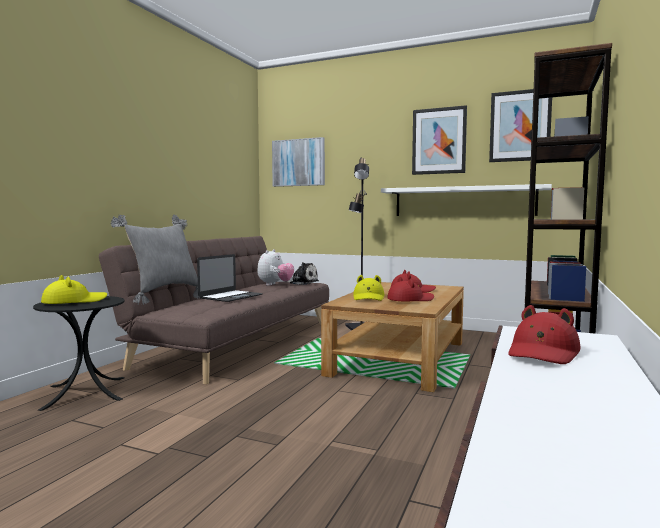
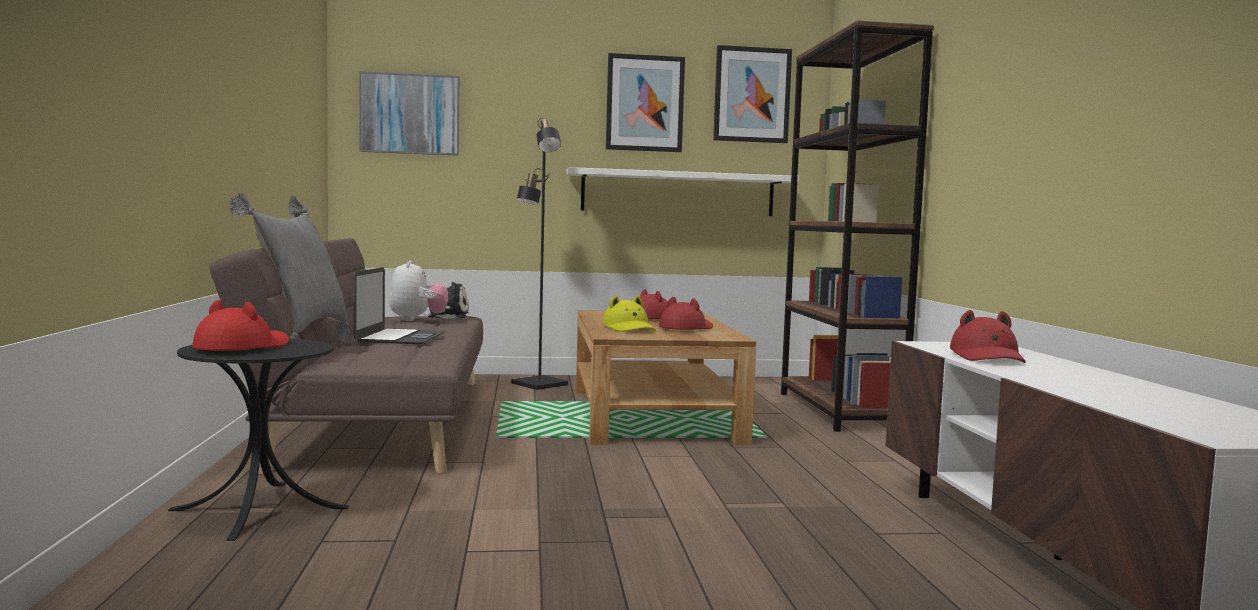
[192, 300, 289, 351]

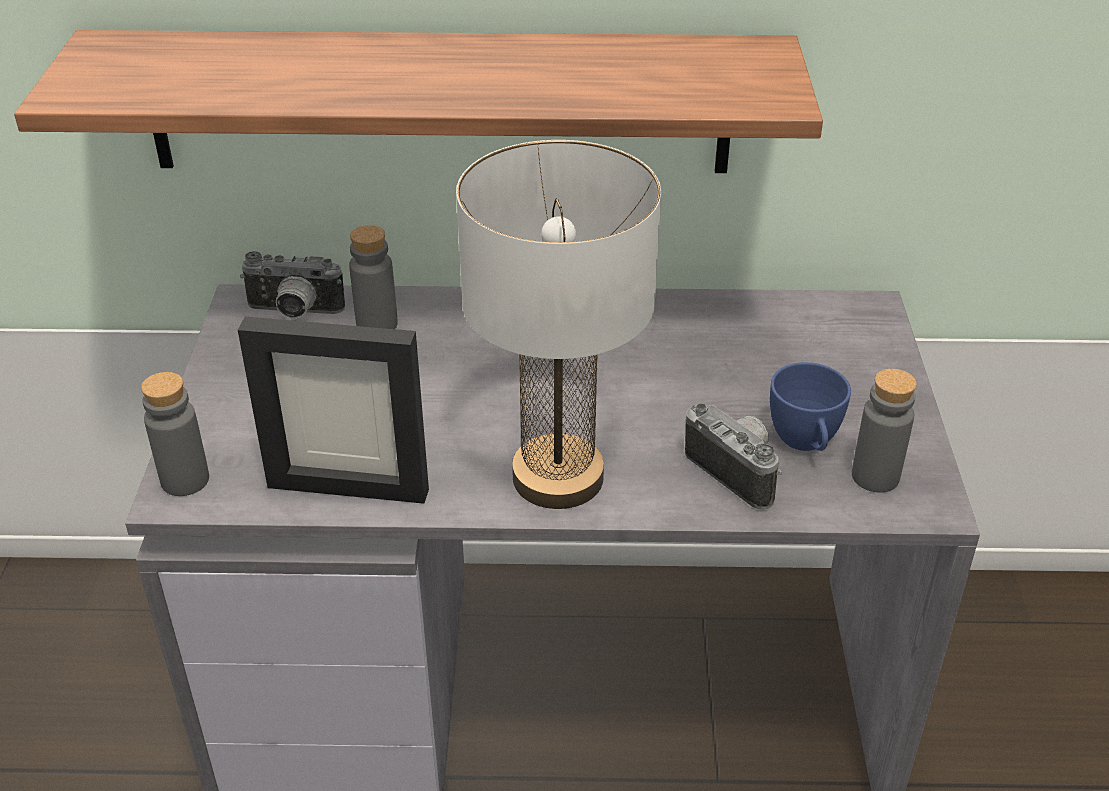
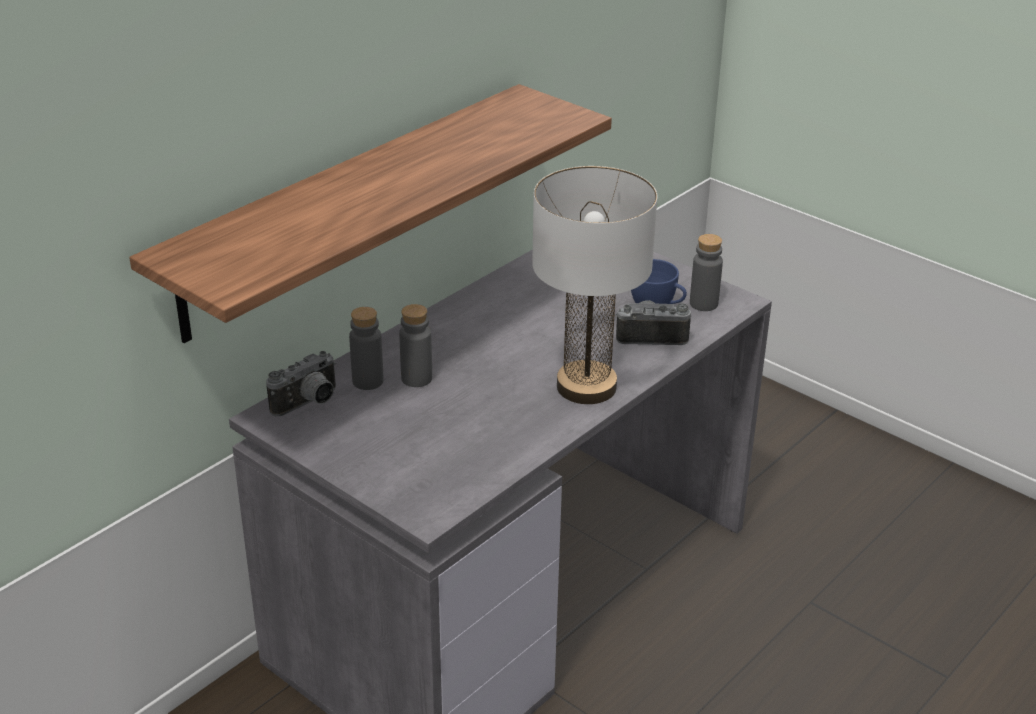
[238, 317, 429, 504] (first image)
[399, 304, 432, 387]

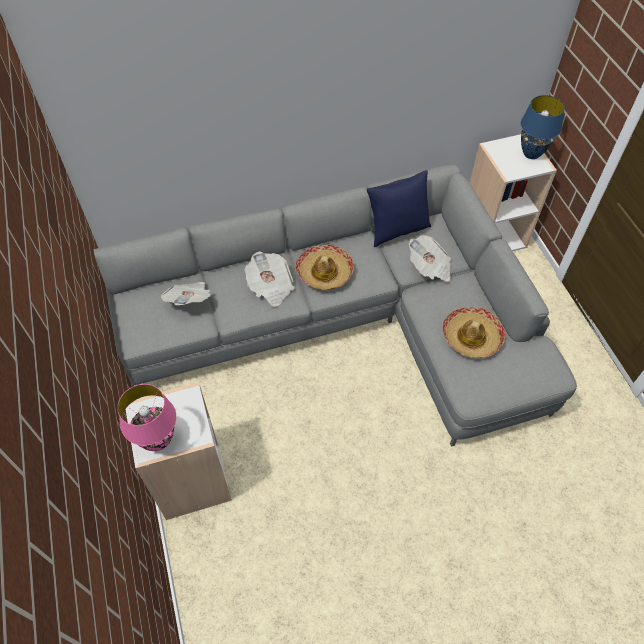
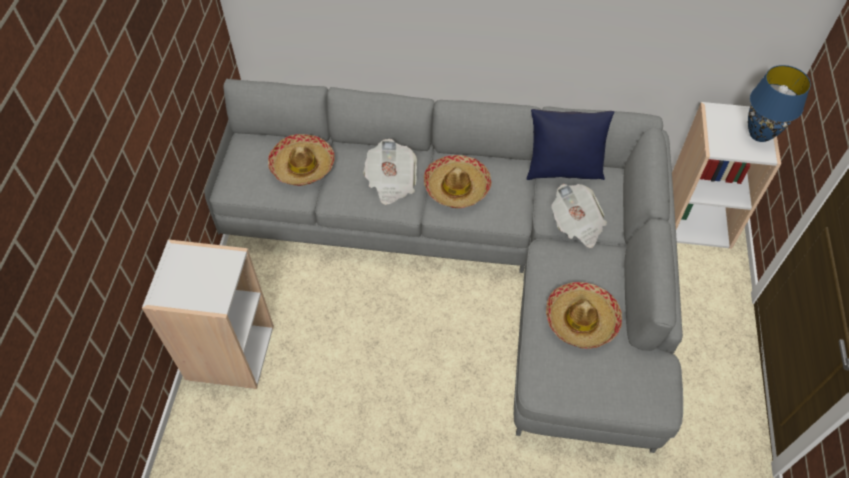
[117, 384, 176, 451] (first image)
[268, 134, 335, 186]

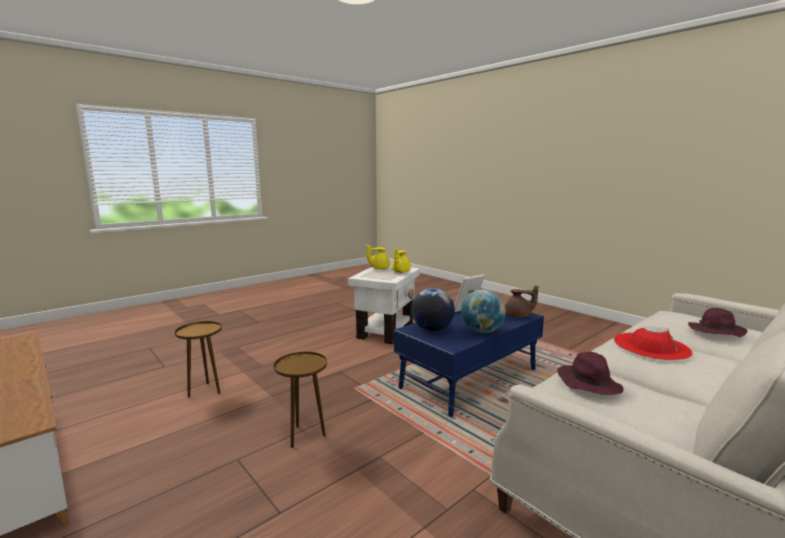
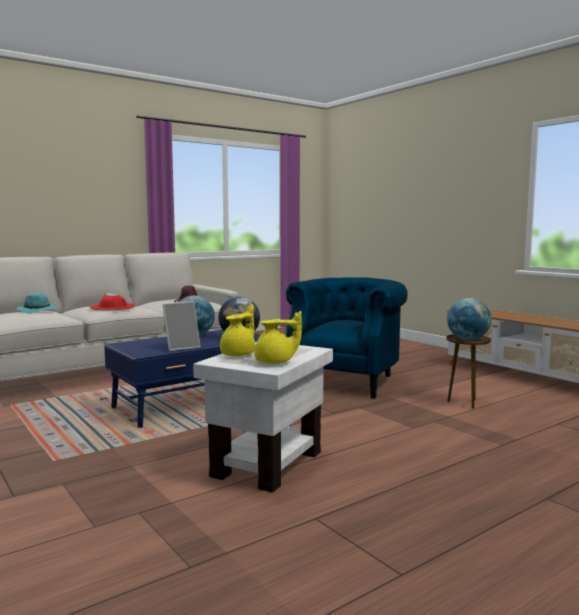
[505, 286, 538, 318] (first image)
[447, 298, 491, 340]
[286, 277, 408, 399]
[16, 293, 57, 313]

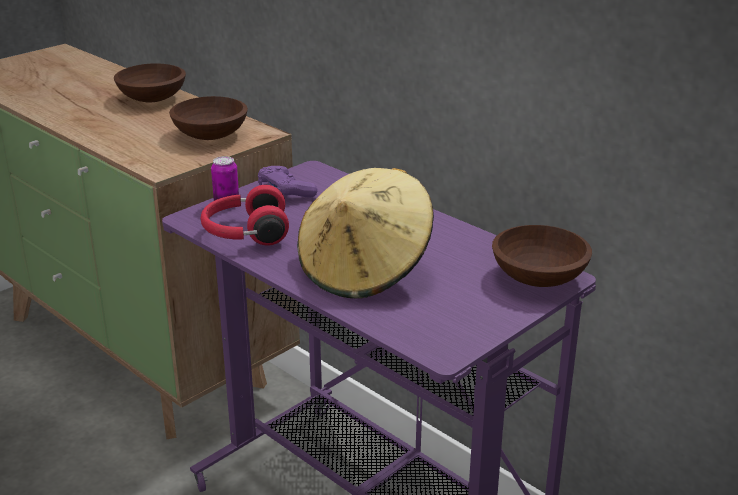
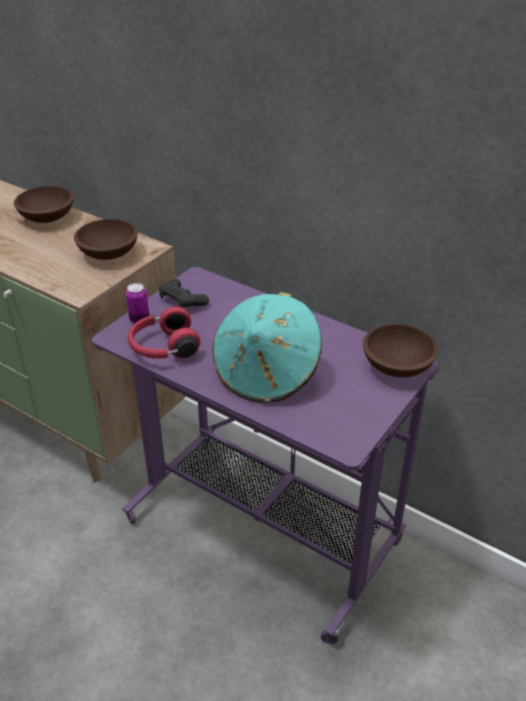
[159, 279, 209, 308]
[213, 292, 322, 403]

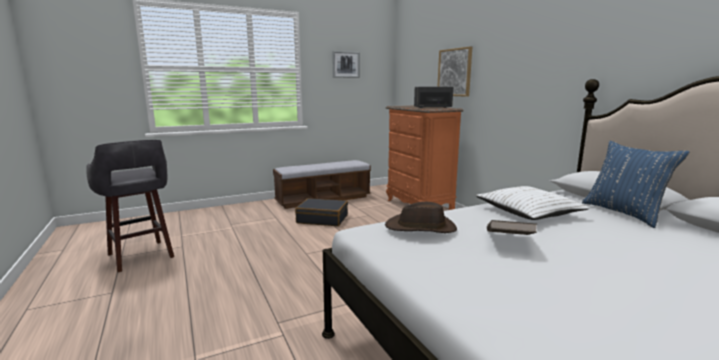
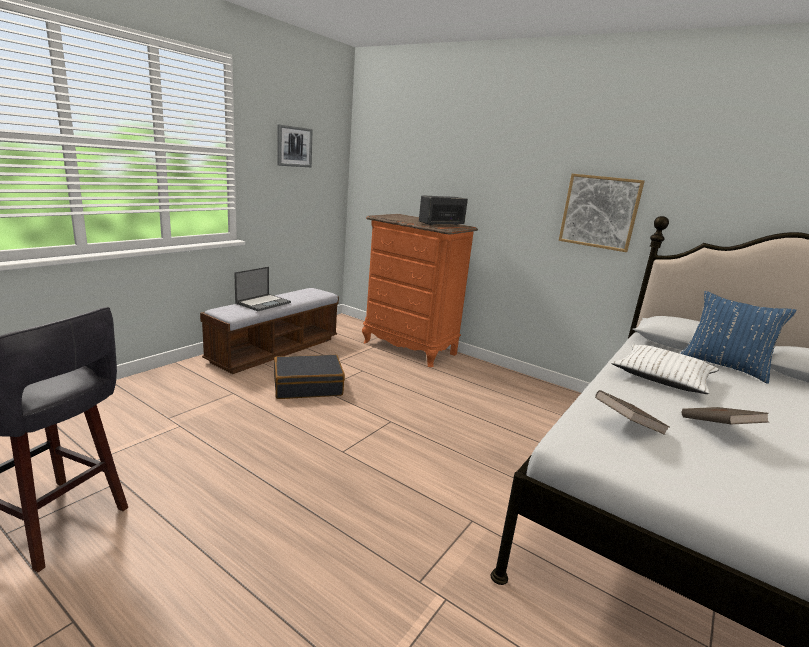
[234, 267, 291, 311]
[559, 174, 645, 252]
[595, 390, 670, 435]

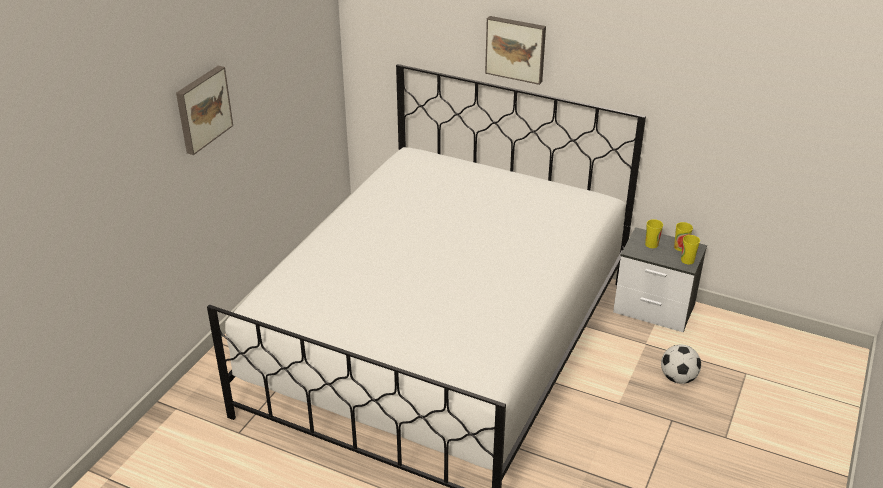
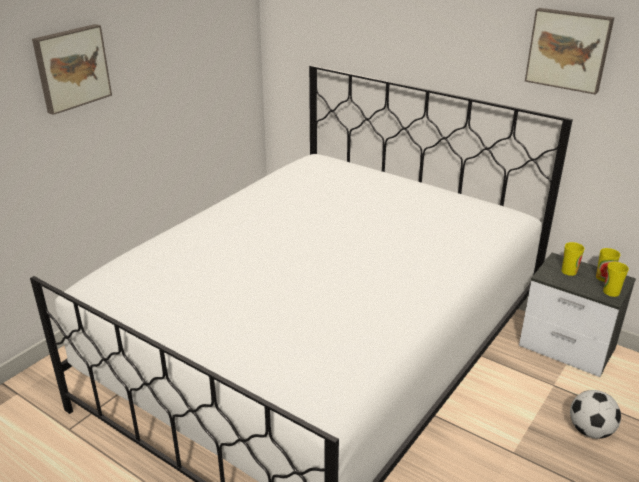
[525, 8, 614, 95]

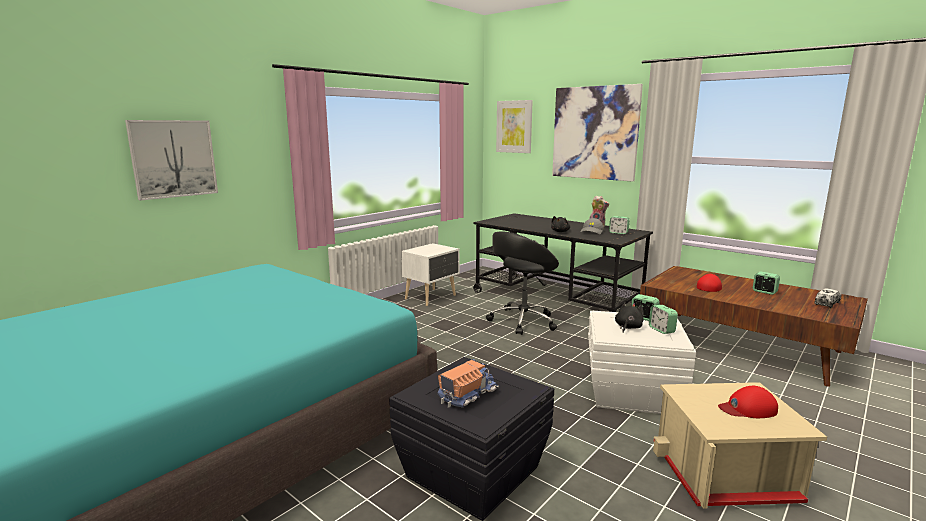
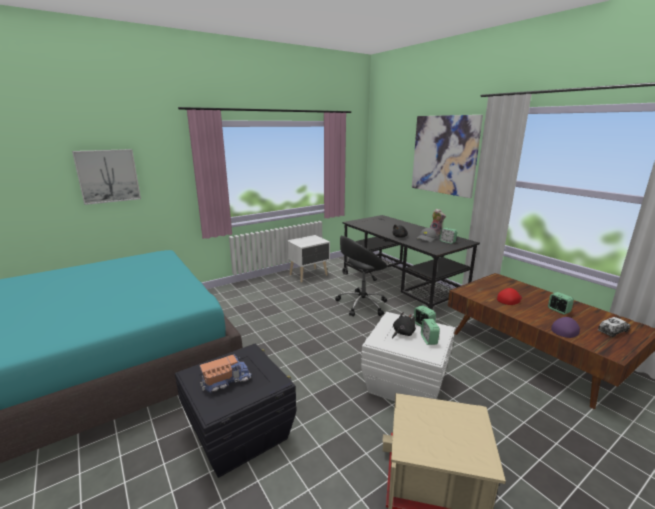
[496, 100, 533, 153] (first image)
[718, 386, 778, 418] (first image)
[551, 317, 580, 338]

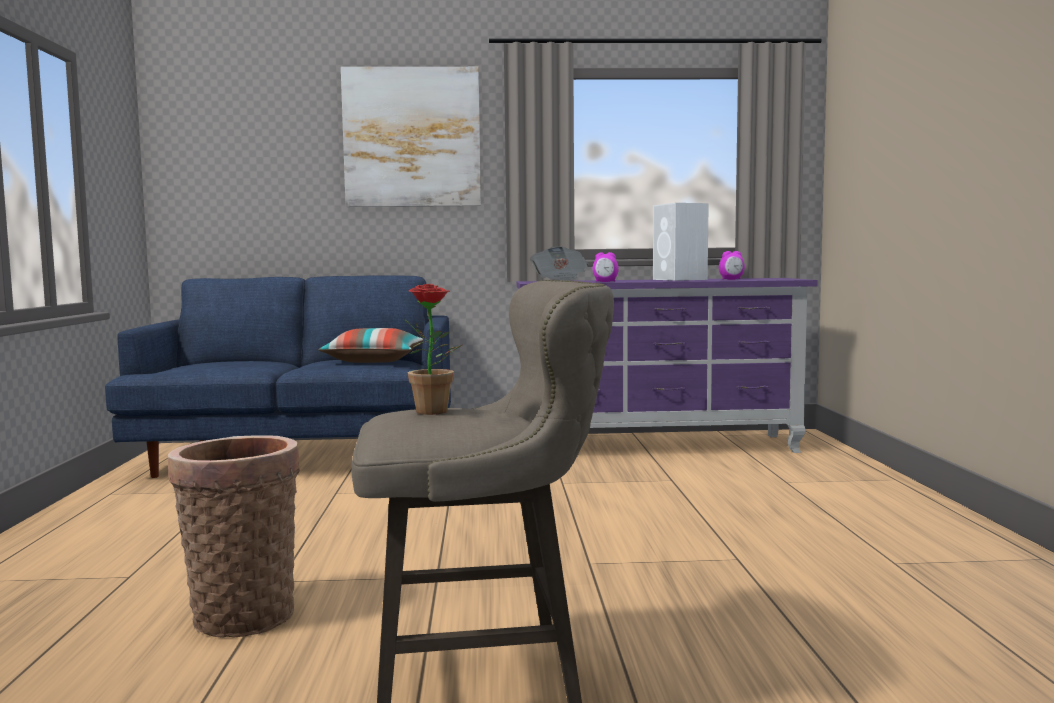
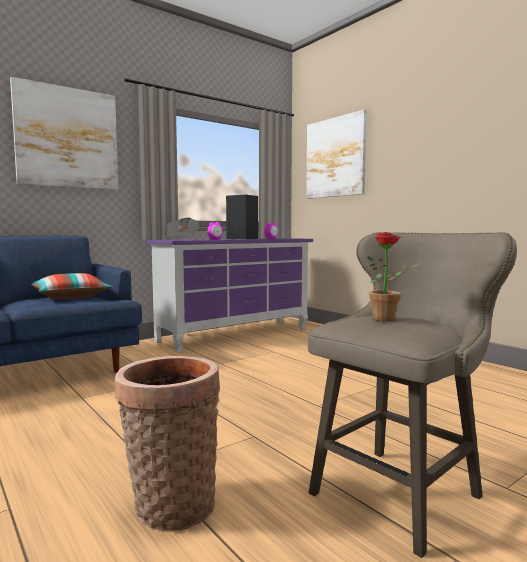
[306, 110, 367, 199]
[226, 195, 258, 239]

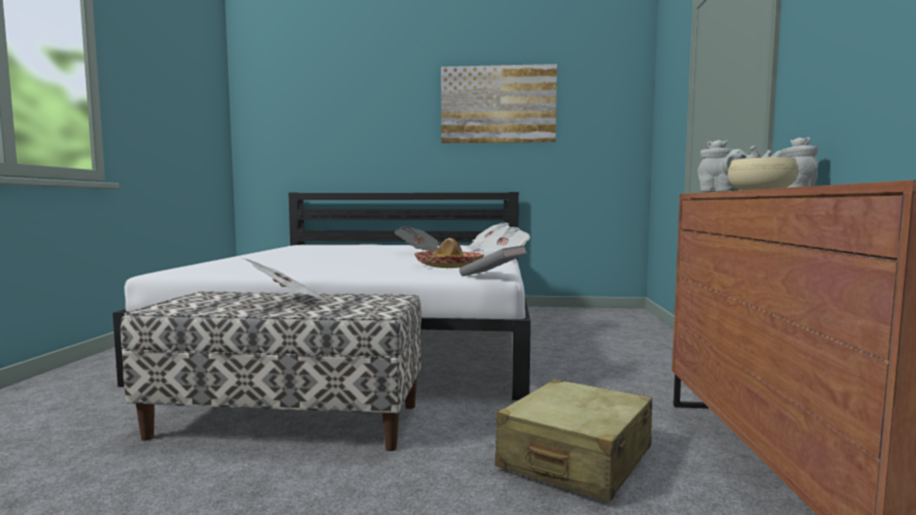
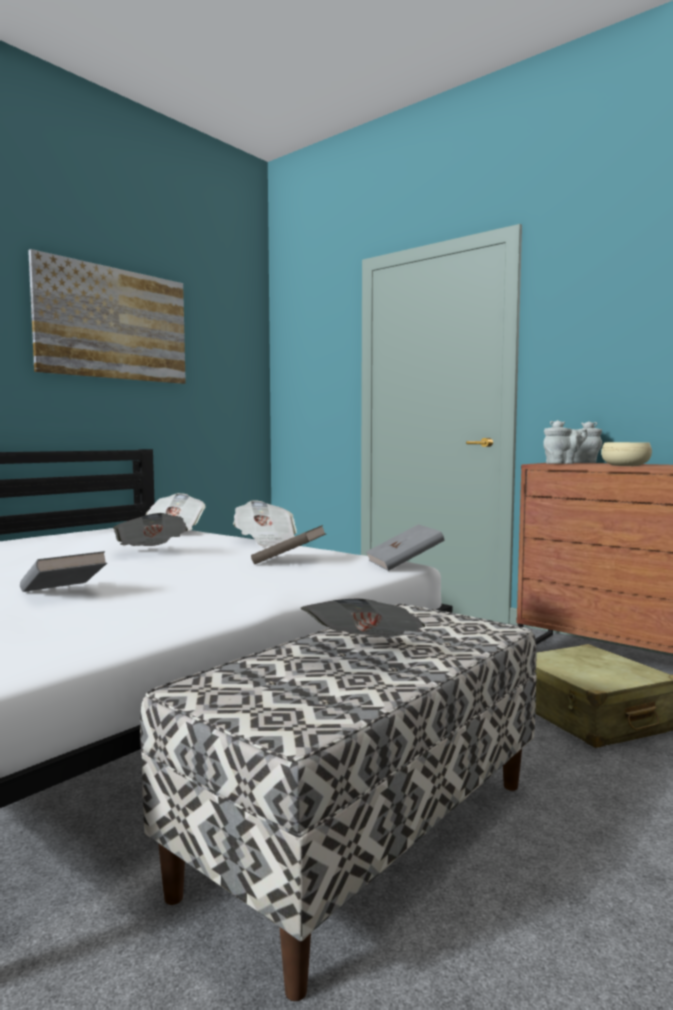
[20, 551, 107, 592]
[251, 525, 326, 564]

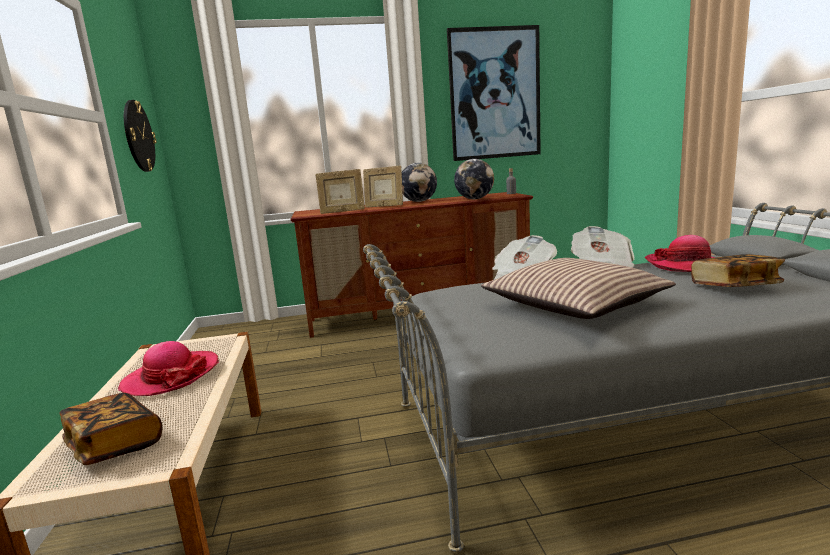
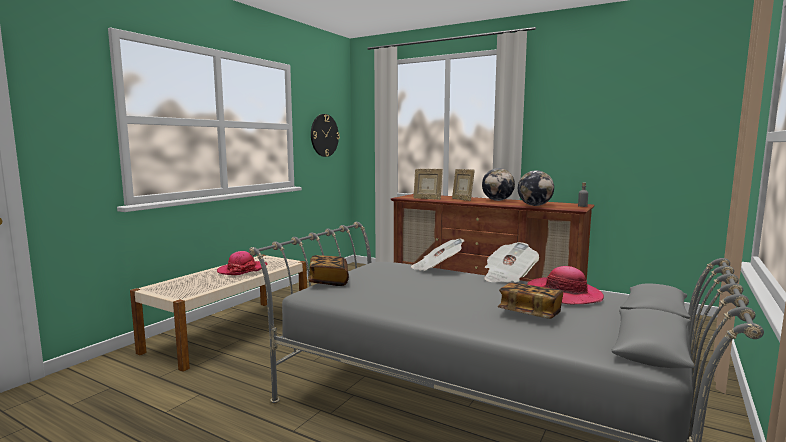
[447, 25, 541, 161] (first image)
[481, 258, 676, 319] (first image)
[308, 255, 349, 286]

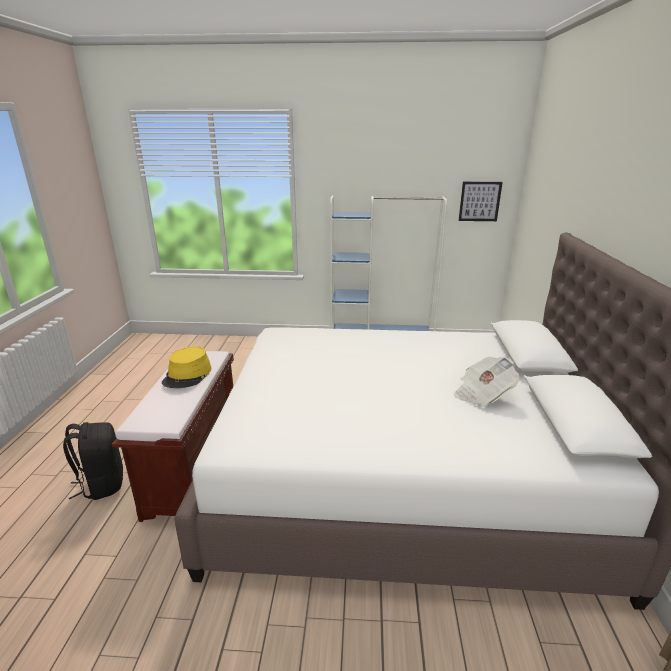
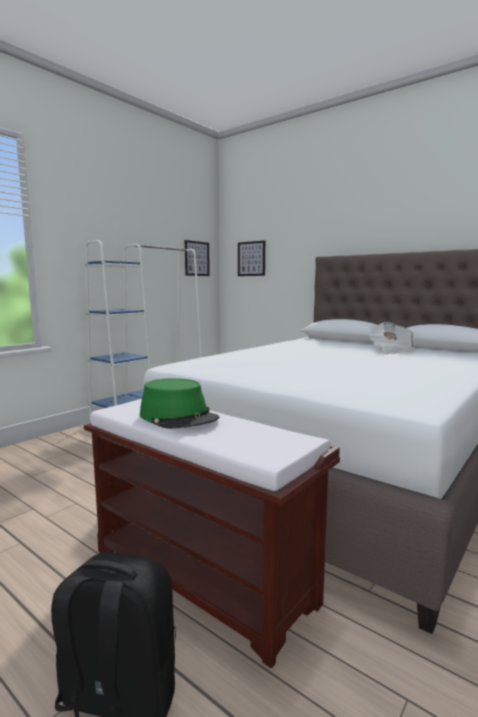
[238, 240, 265, 276]
[140, 378, 219, 429]

